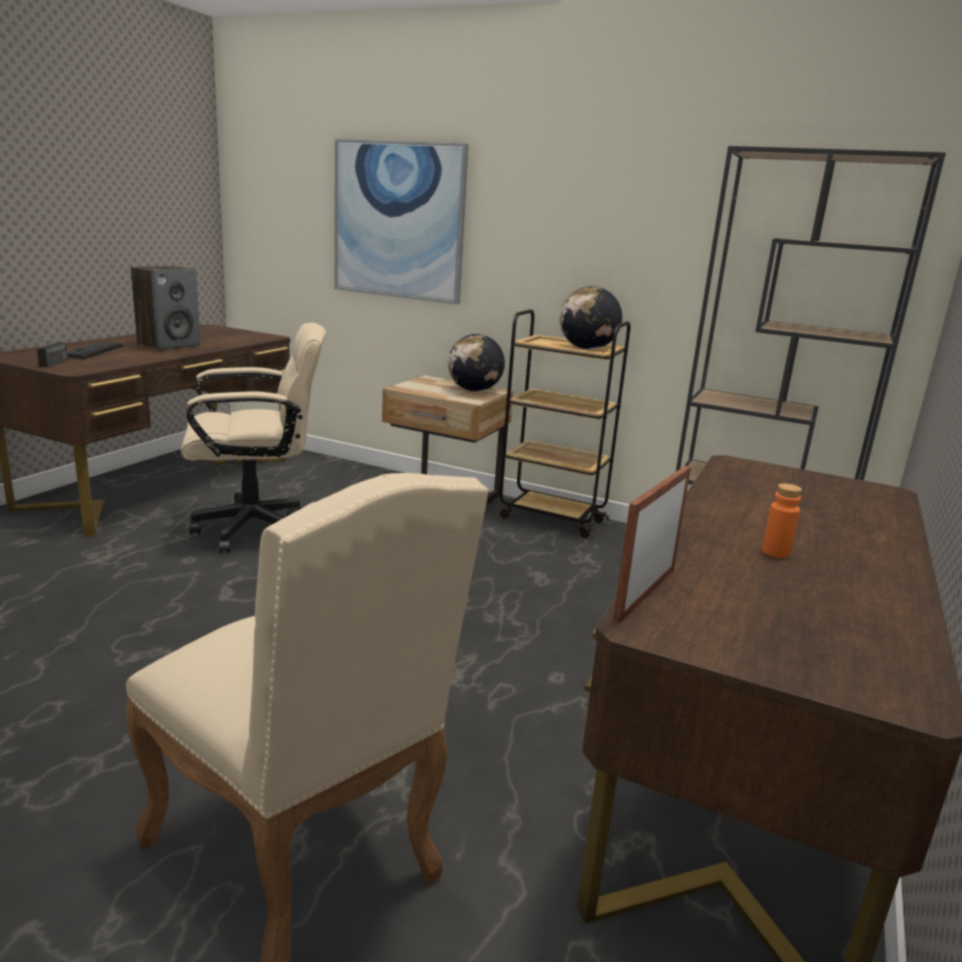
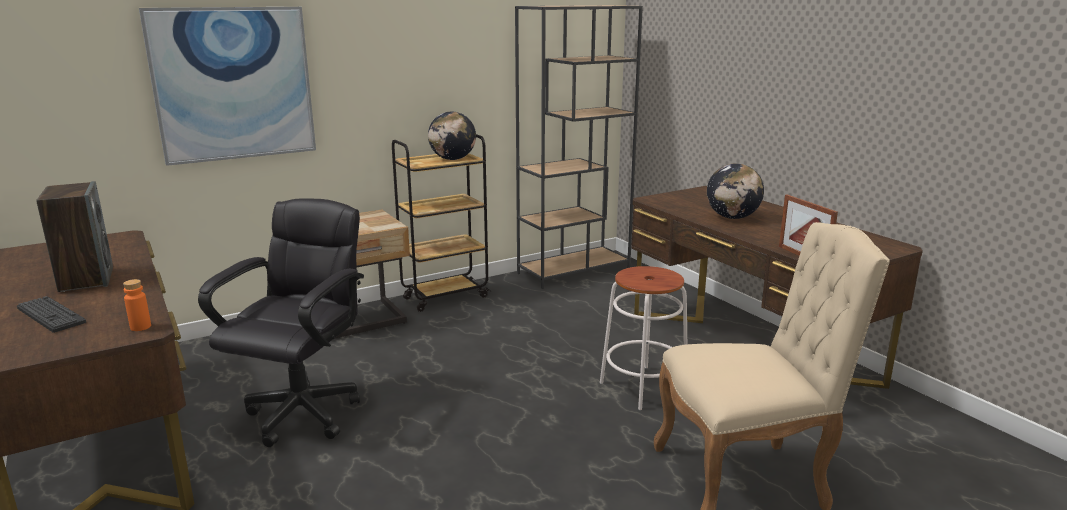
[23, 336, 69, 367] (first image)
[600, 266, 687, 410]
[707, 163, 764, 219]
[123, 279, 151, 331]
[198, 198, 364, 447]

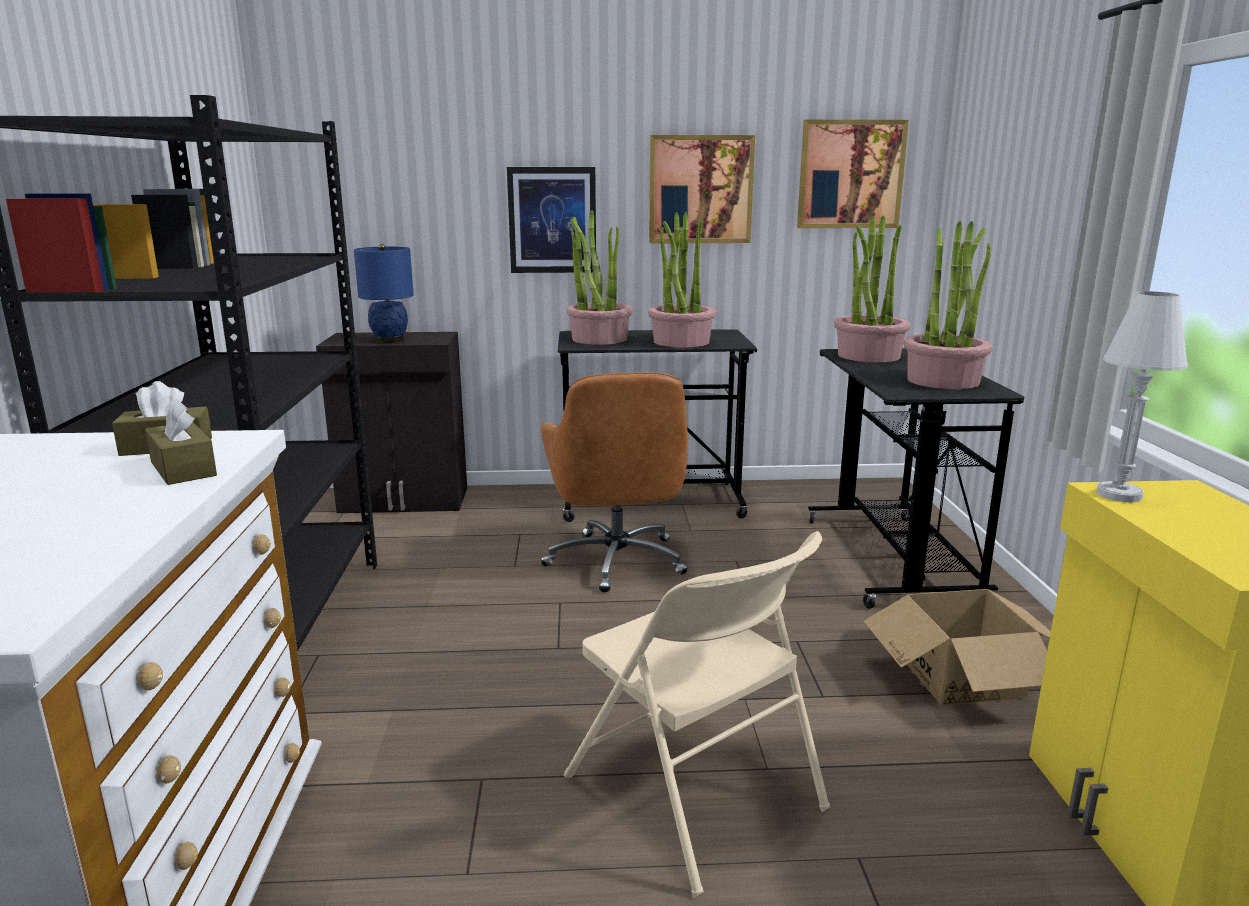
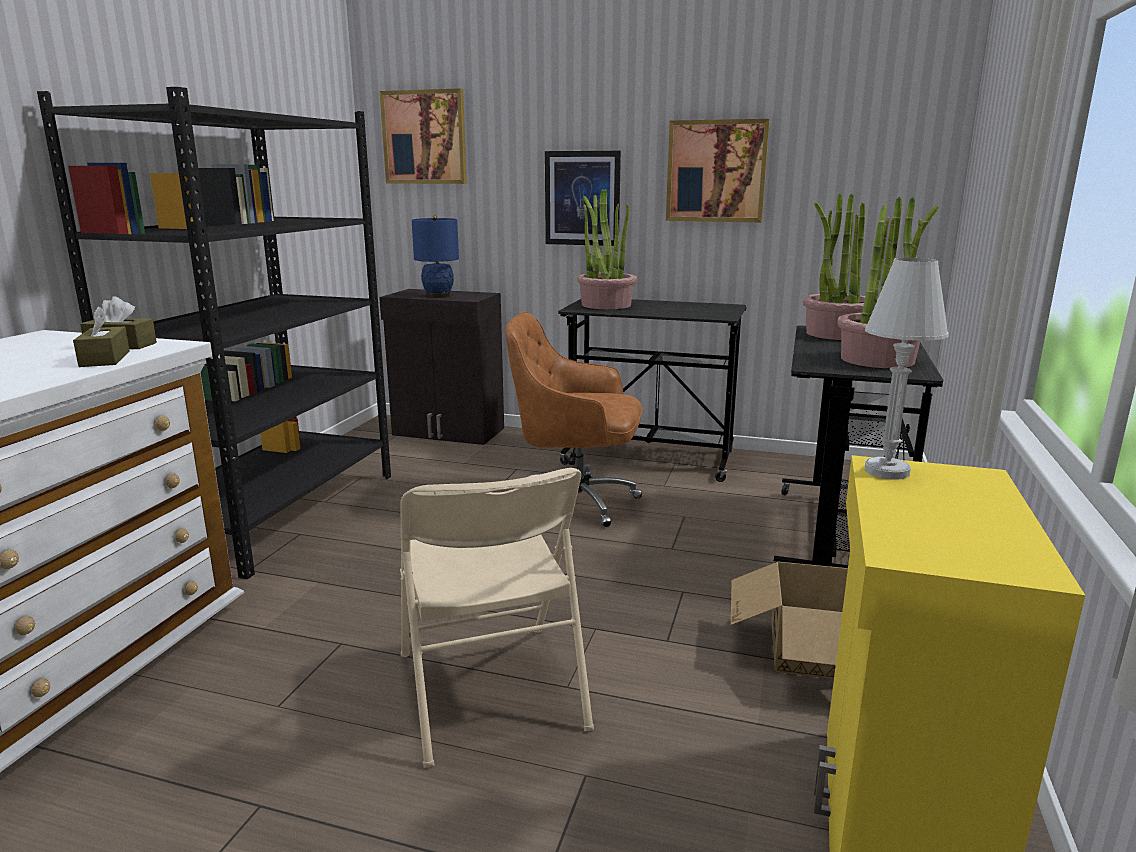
[648, 212, 716, 347] (first image)
[380, 88, 467, 184]
[505, 312, 642, 527]

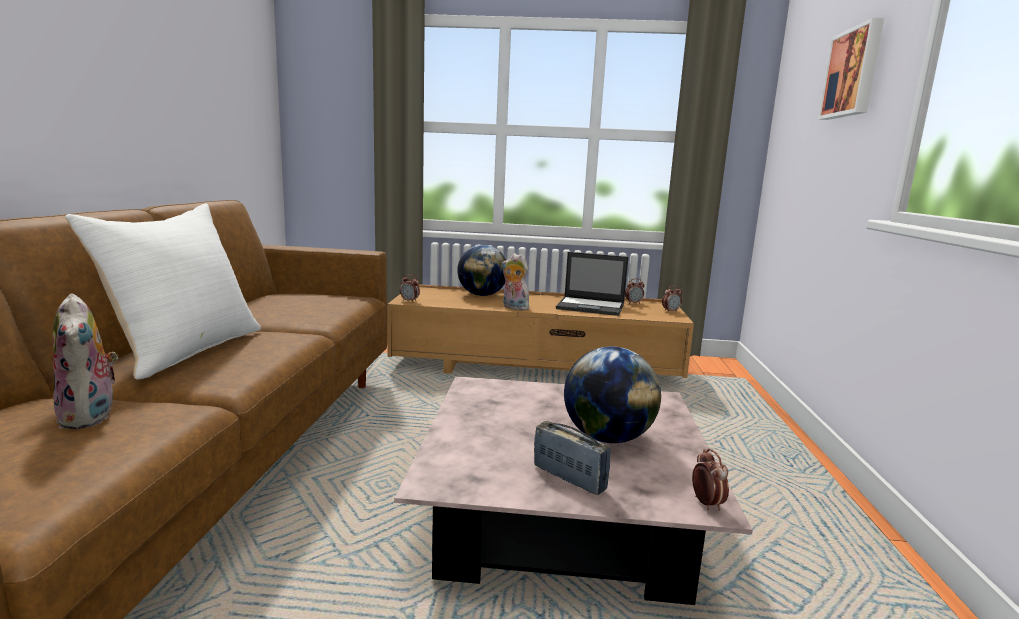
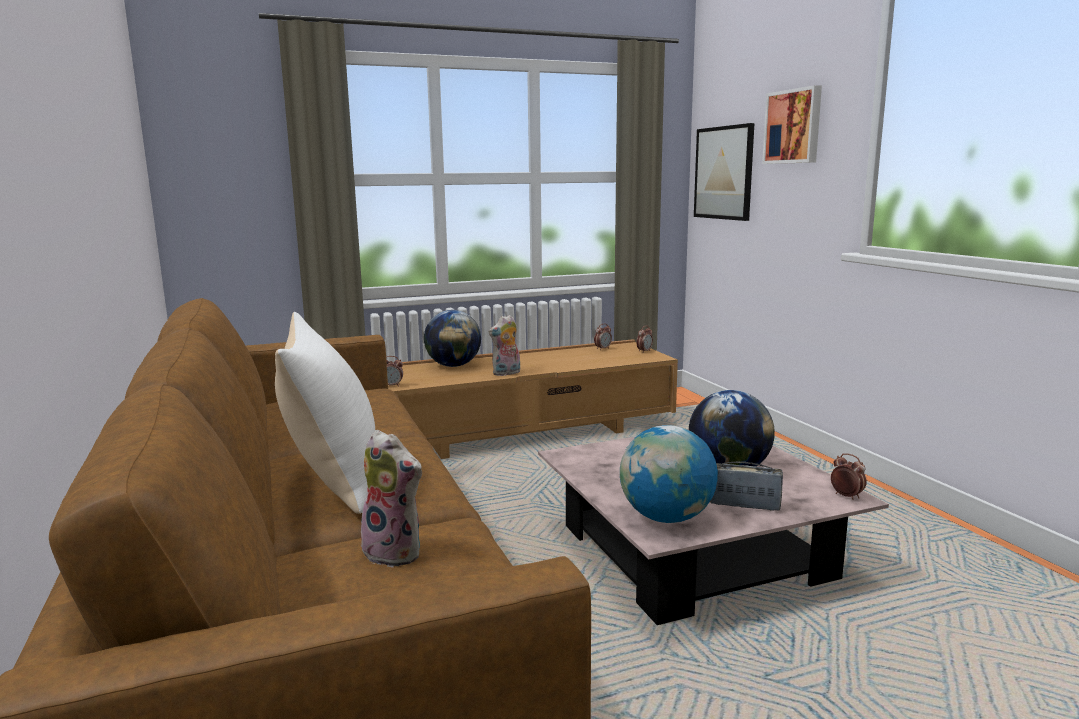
[556, 252, 628, 316] (first image)
[620, 425, 718, 523]
[694, 123, 755, 221]
[489, 315, 520, 376]

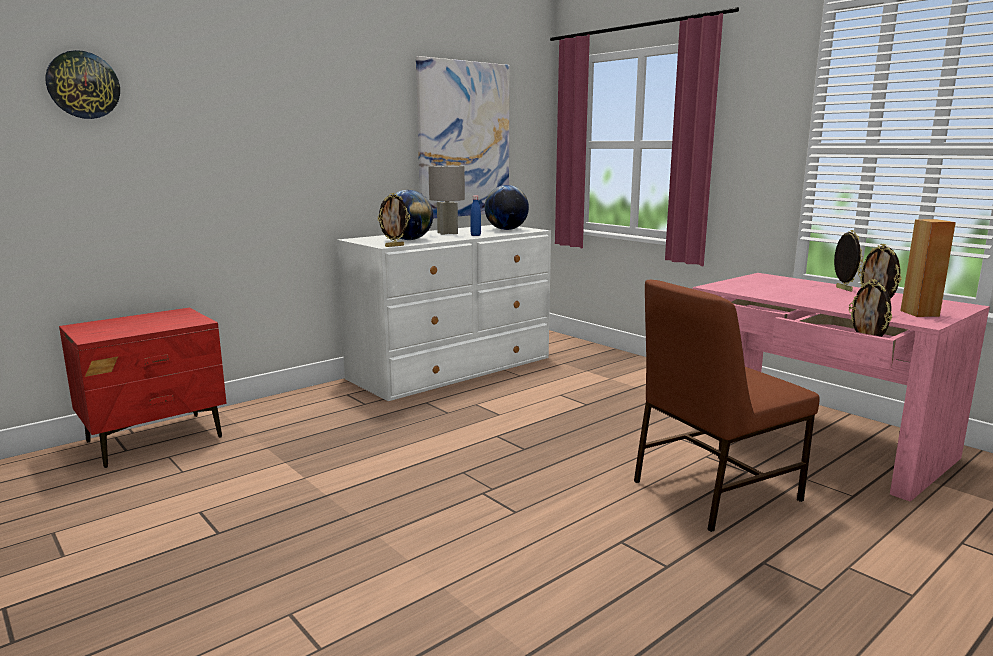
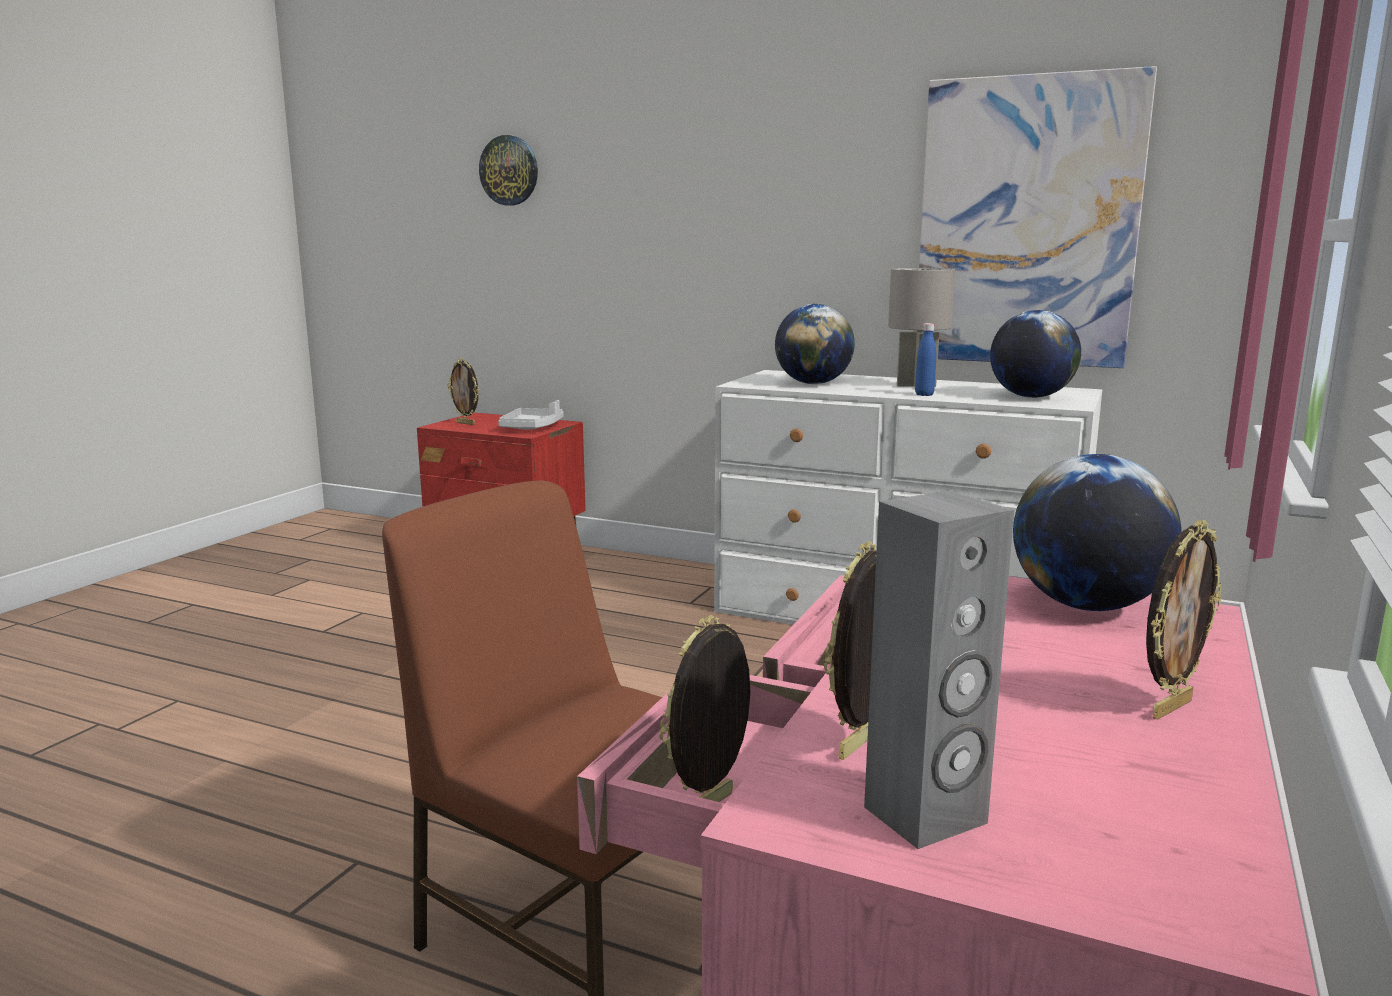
[498, 400, 564, 430]
[1013, 454, 1182, 611]
[447, 358, 479, 425]
[864, 491, 1014, 849]

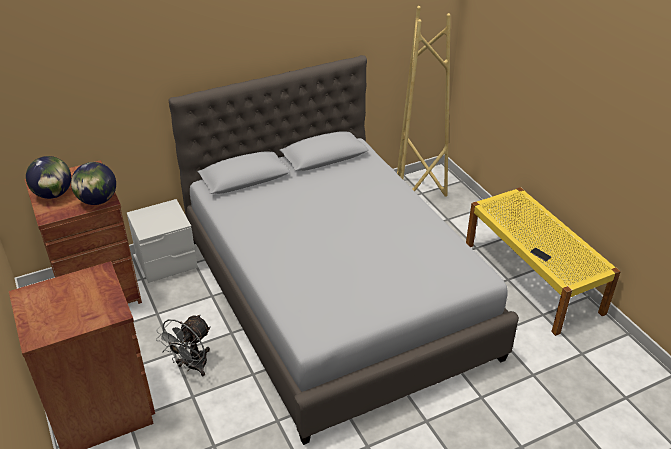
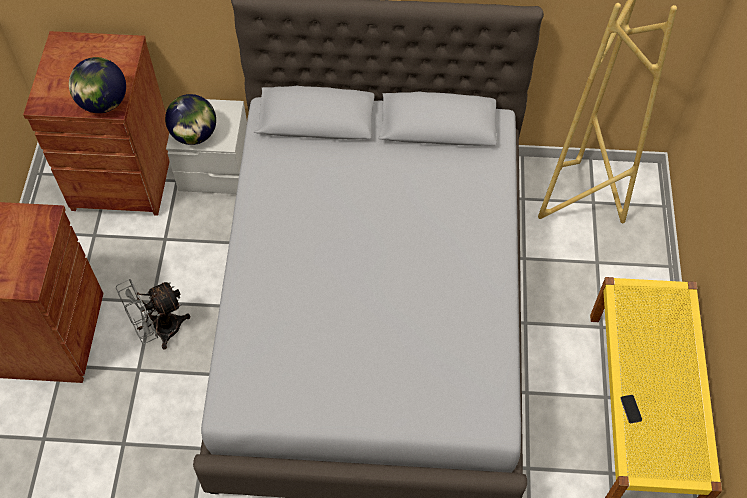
[165, 94, 216, 145]

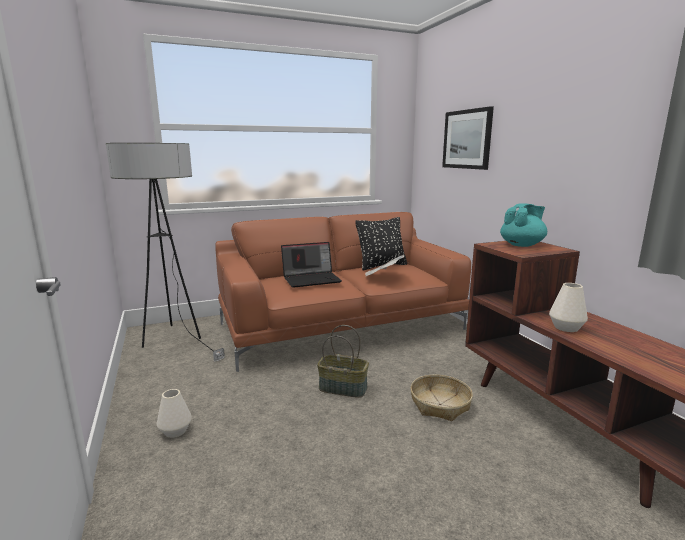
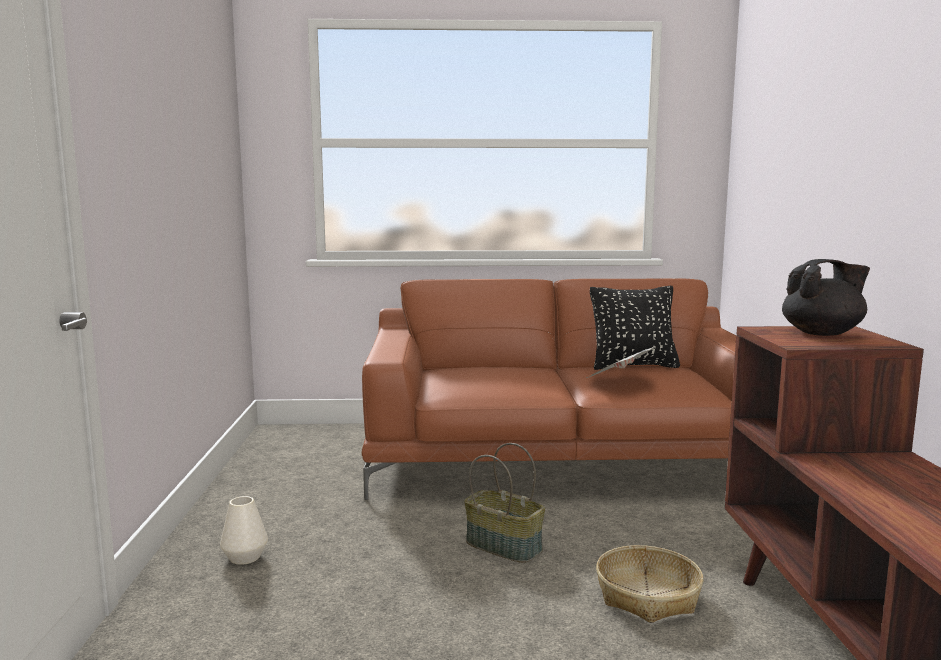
[106, 143, 225, 362] (first image)
[281, 242, 342, 288] (first image)
[442, 106, 494, 170] (first image)
[549, 283, 588, 332] (first image)
[782, 259, 870, 336]

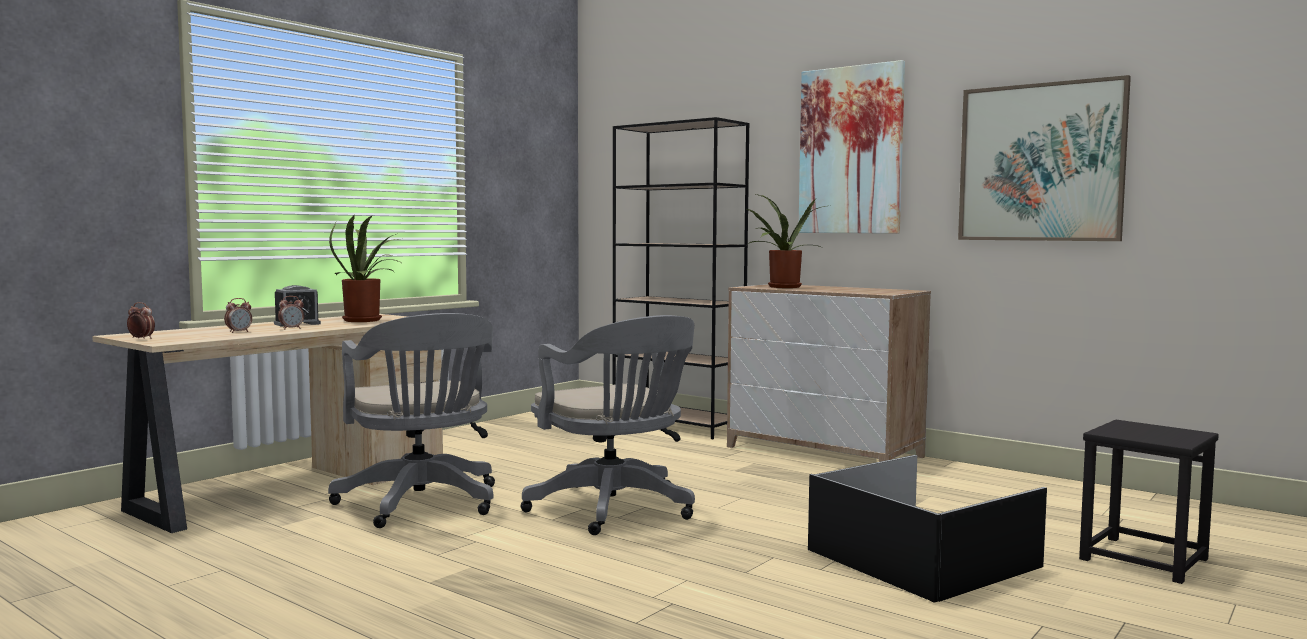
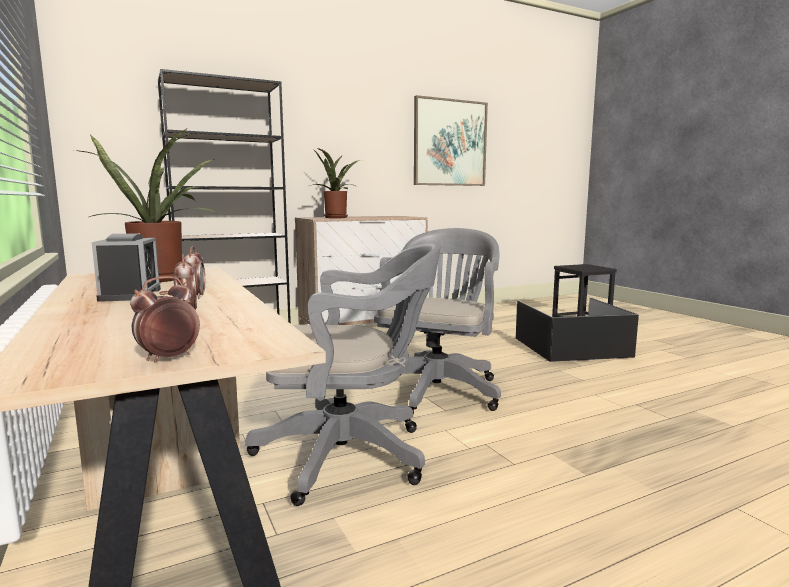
[799, 60, 905, 234] (first image)
[374, 228, 501, 414]

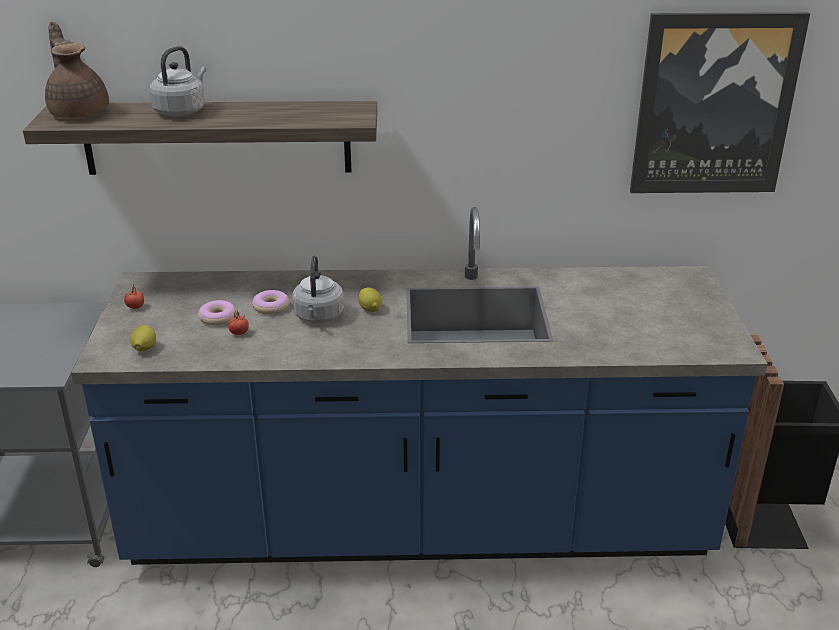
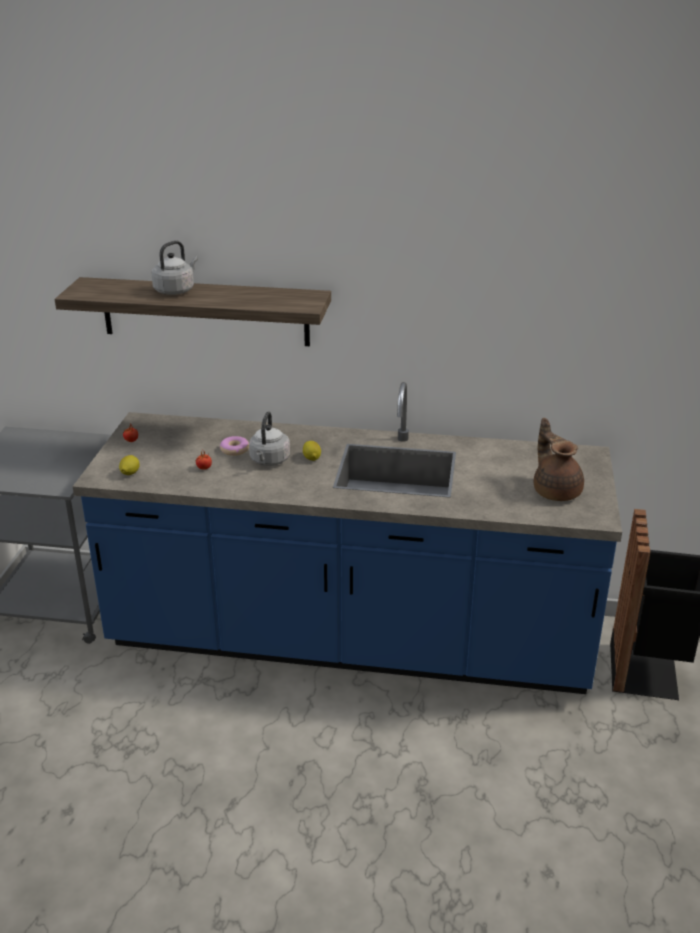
[198, 300, 236, 326] (first image)
[630, 12, 810, 193] (first image)
[534, 418, 584, 501]

